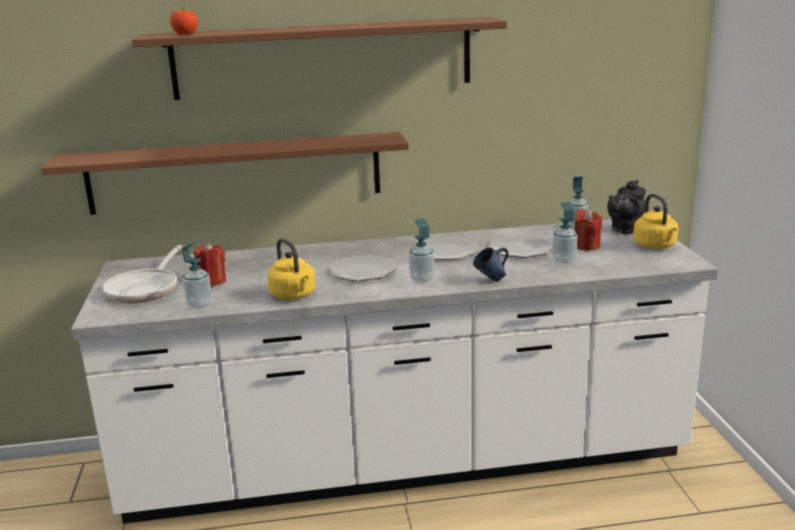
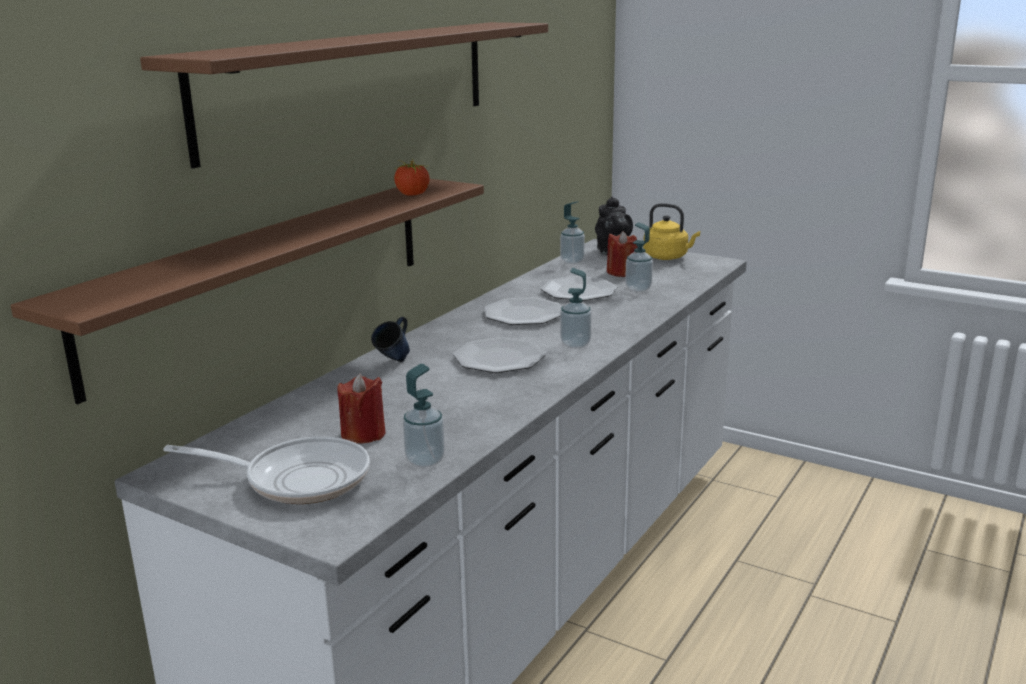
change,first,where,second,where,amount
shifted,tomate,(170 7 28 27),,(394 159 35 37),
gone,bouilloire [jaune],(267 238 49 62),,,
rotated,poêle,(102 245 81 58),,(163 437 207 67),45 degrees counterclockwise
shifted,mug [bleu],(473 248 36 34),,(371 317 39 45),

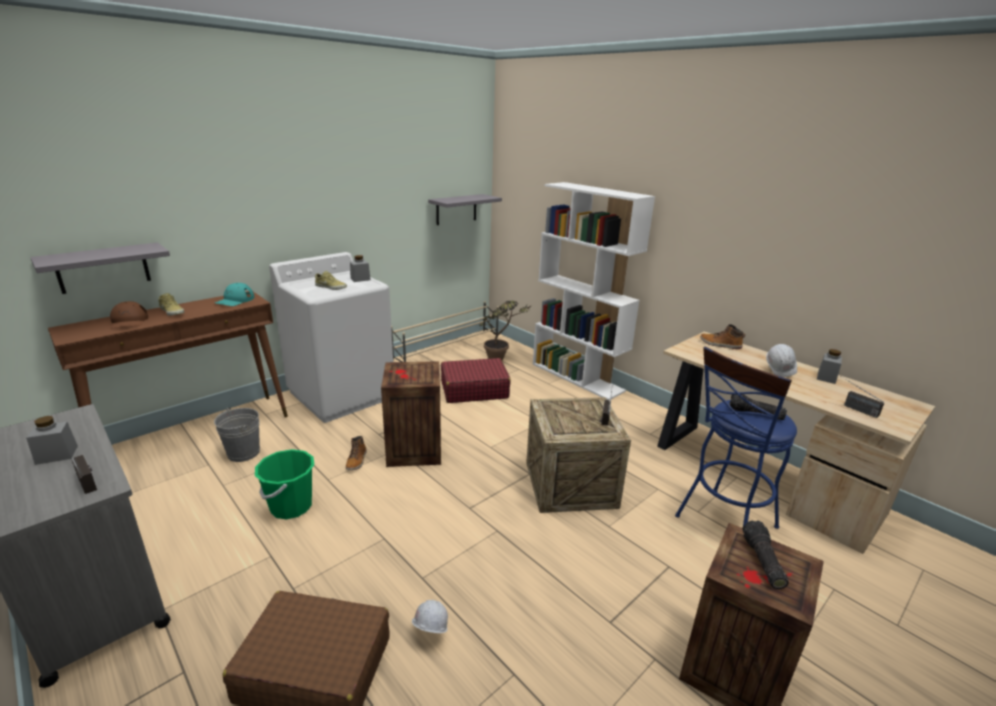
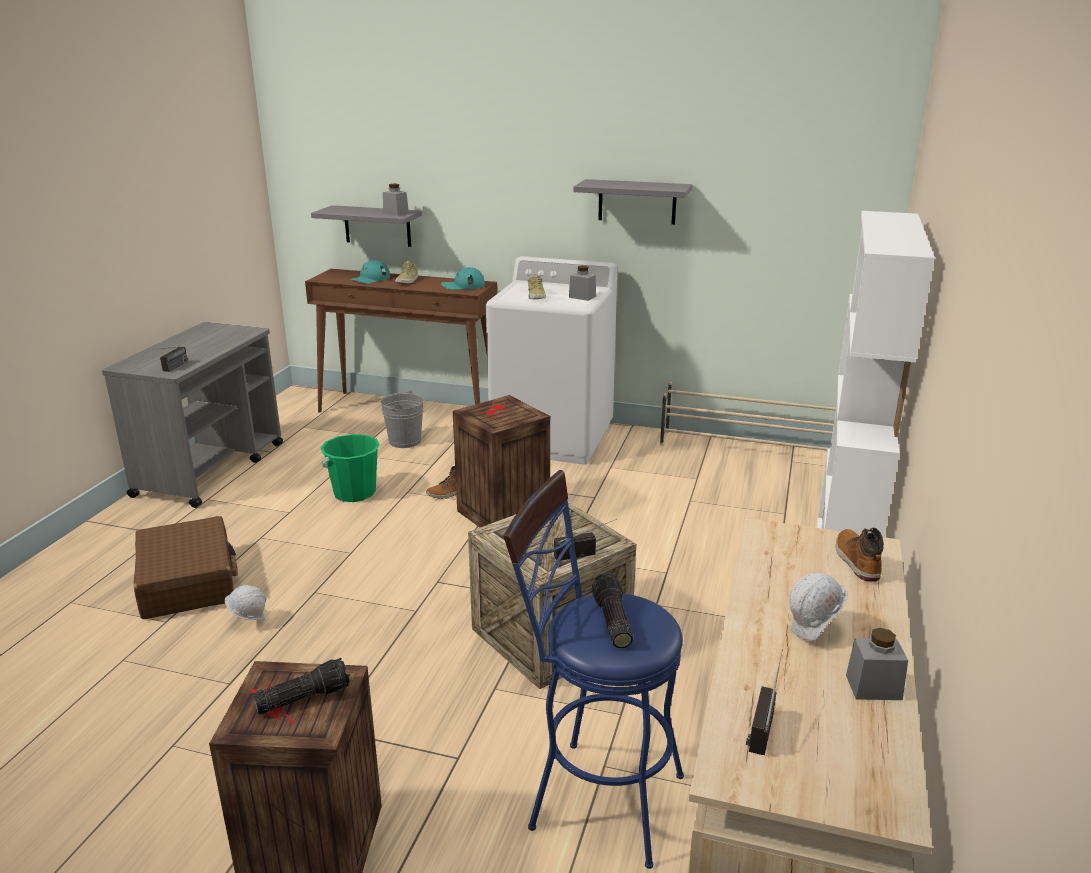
change,first,where,second,where,amount
shifted,étagère [gris],(428 194 74 31),,(573 179 119 46),
repainted,casquette [marron],(110 301 38 27),casquette [turquoise],(350 260 40 24),
gone,plante en pot,(480 301 51 60),,,
gone,valise [rouge],(441 358 70 45),,,
shifted,bocal [gris],(26 416 52 49),,(383 184 26 32),

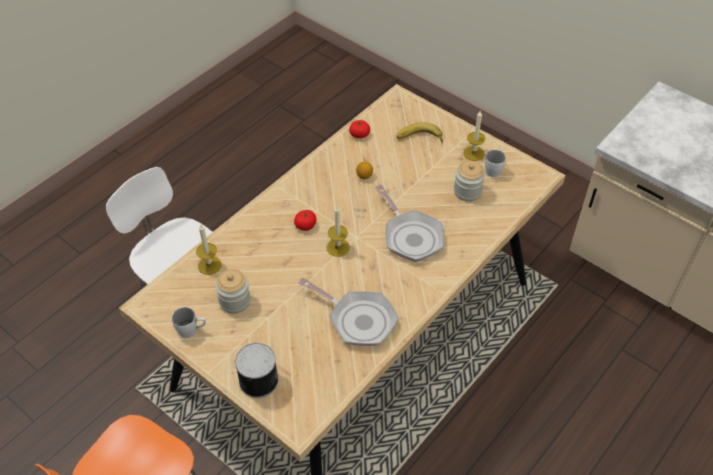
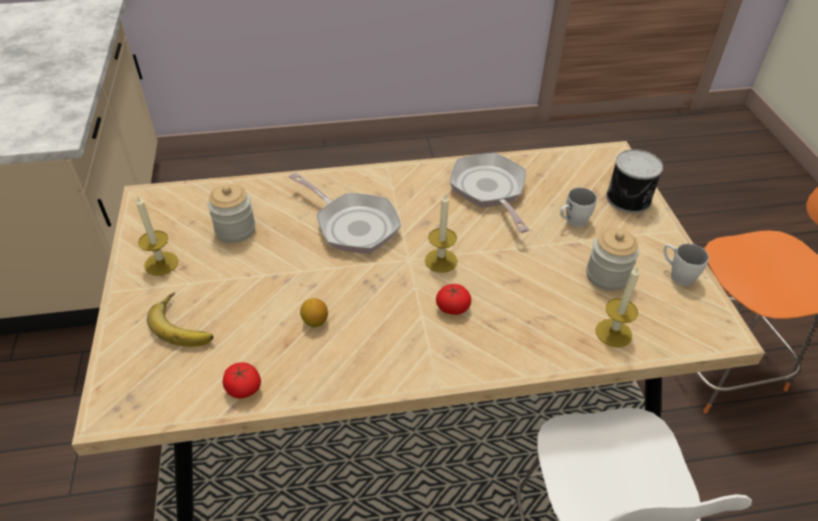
change,first,where,second,where,amount
shifted,mug [blanc],(485 147 21 30),,(560 187 37 40),
rotated,poêle,(375 185 69 77),,(289 172 112 82),120 degrees clockwise

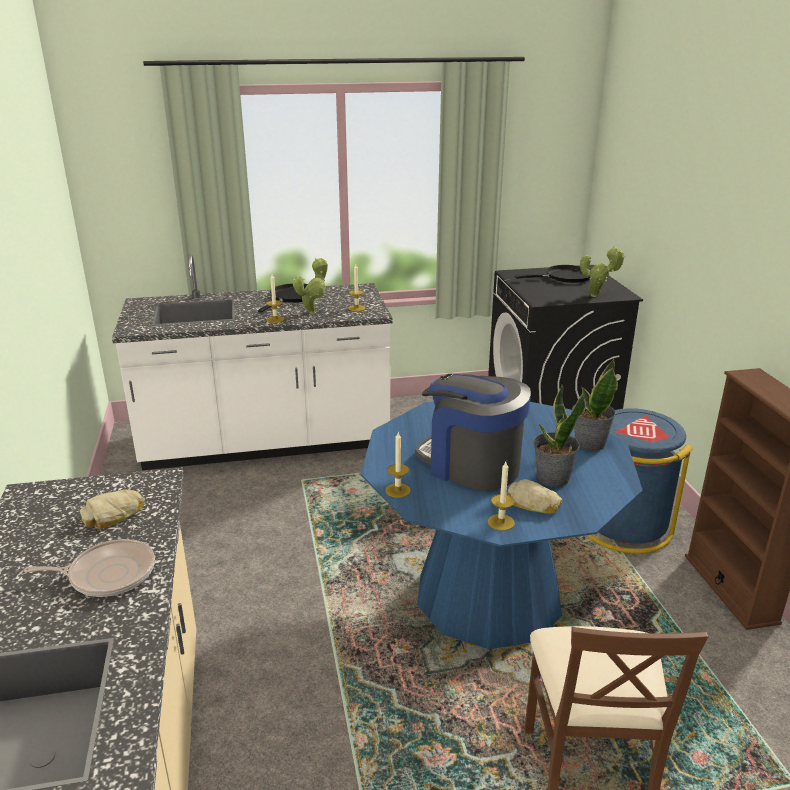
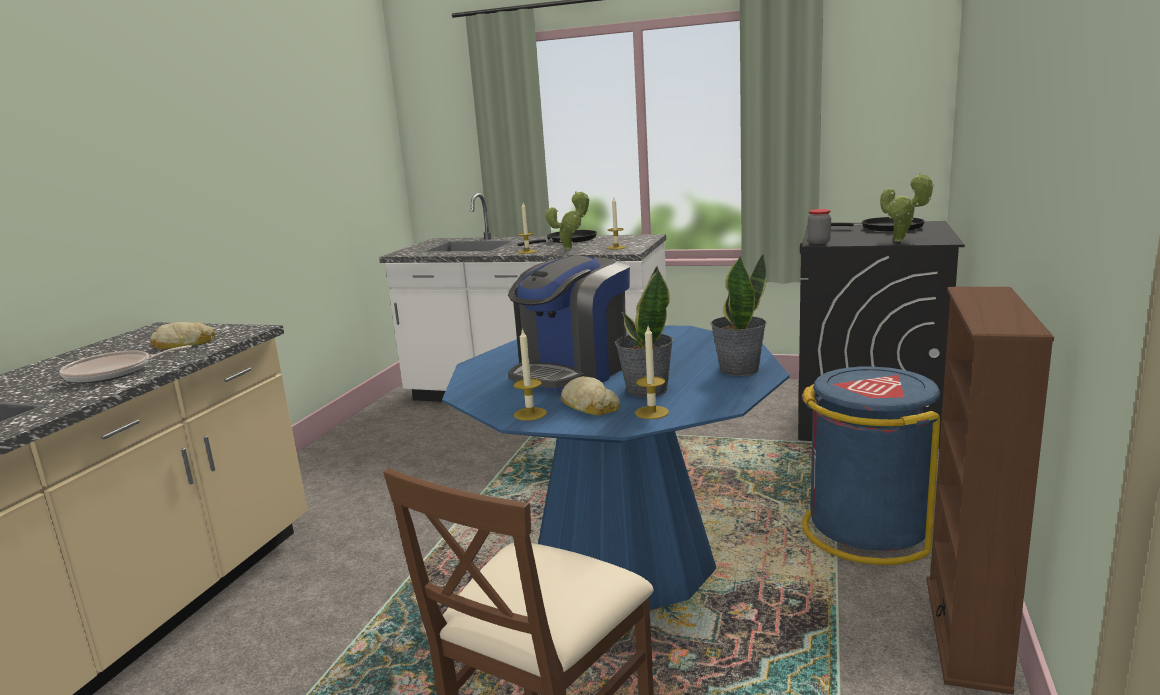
change,first,where,second,where,amount
rotated,machine à café,(415 374 116 117),,(508 255 122 135),120 degrees counterclockwise
shifted,bougie,(386 432 25 66),,(635 326 34 93),
rotated,poêle,(23 539 132 58),,(59 345 133 39),135 degrees clockwise
new,,,bocal,(807 209 24 35),

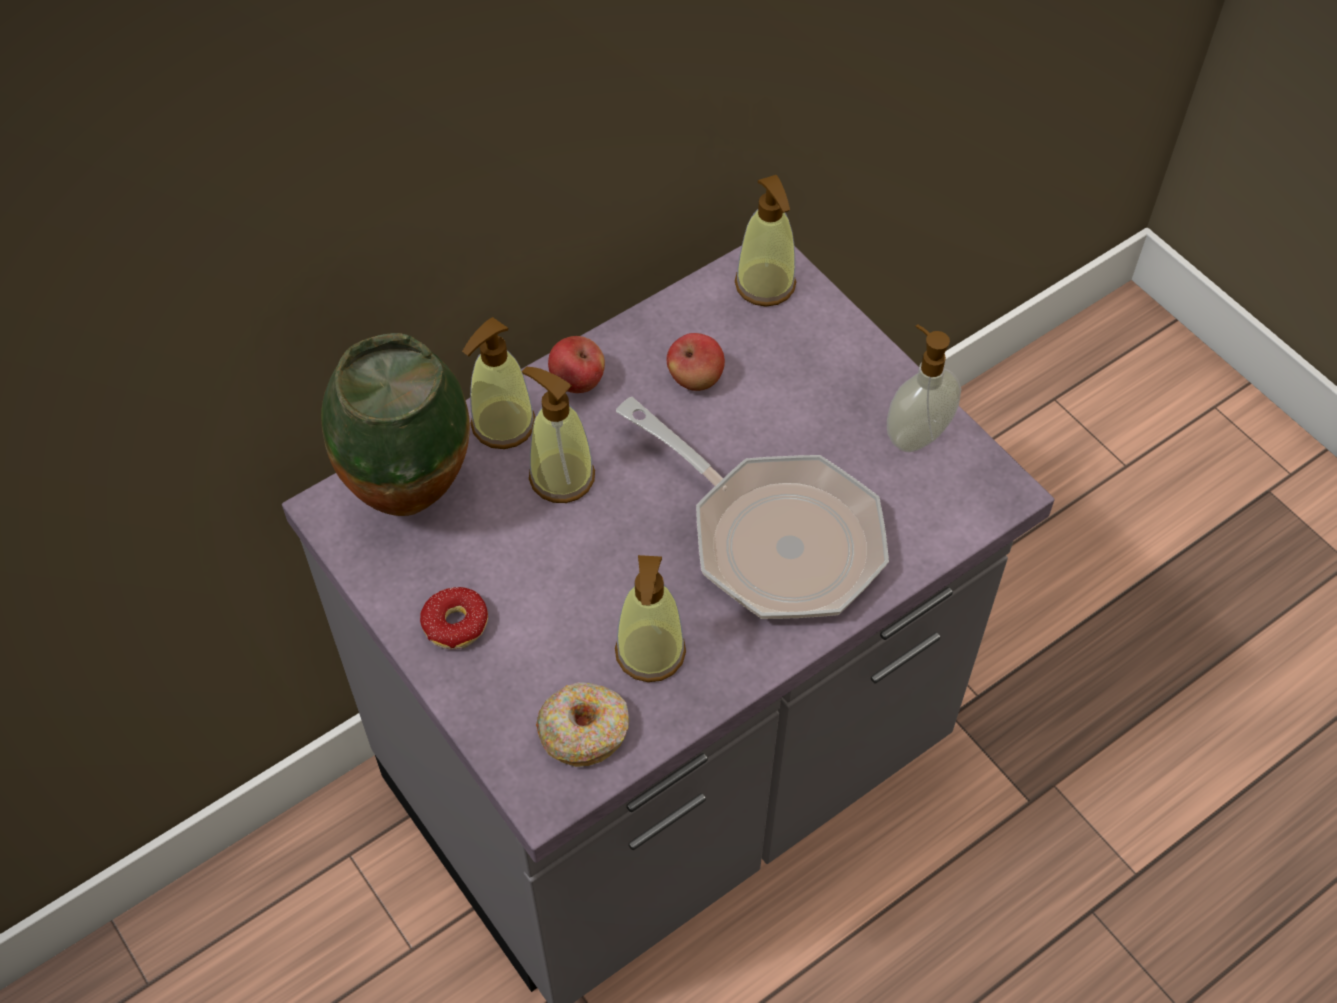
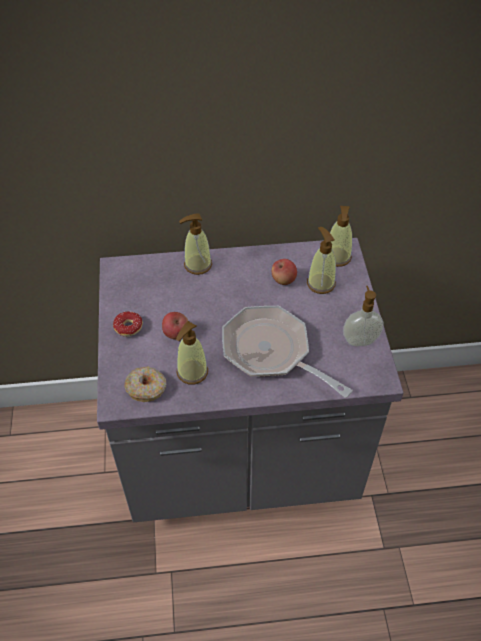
change,first,where,second,where,amount
gone,vase,(321 333 149 183),,,
shifted,pomme,(548 336 57 57),,(162 312 26 27),
shifted,distributeur de savon,(522 367 73 136),,(307 227 29 67),
rotated,poêle,(616 397 273 222),,(222 306 131 92),150 degrees clockwise

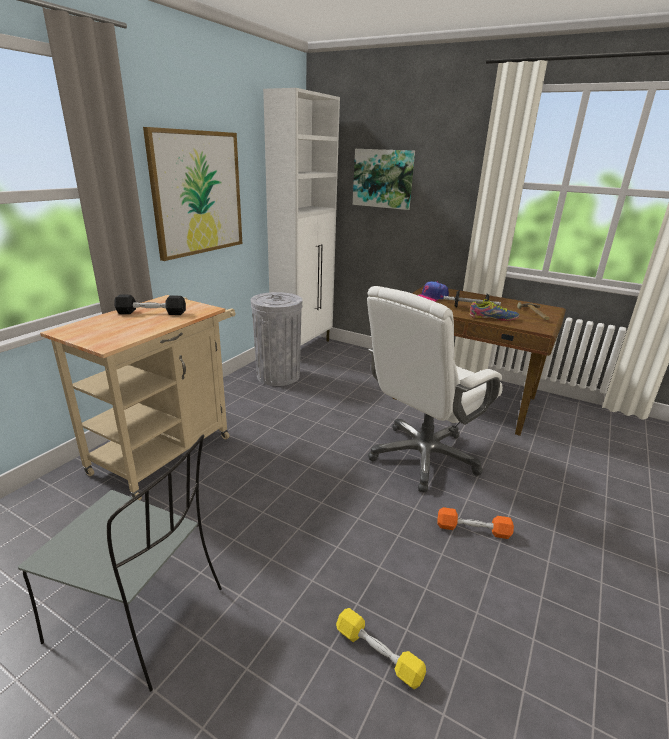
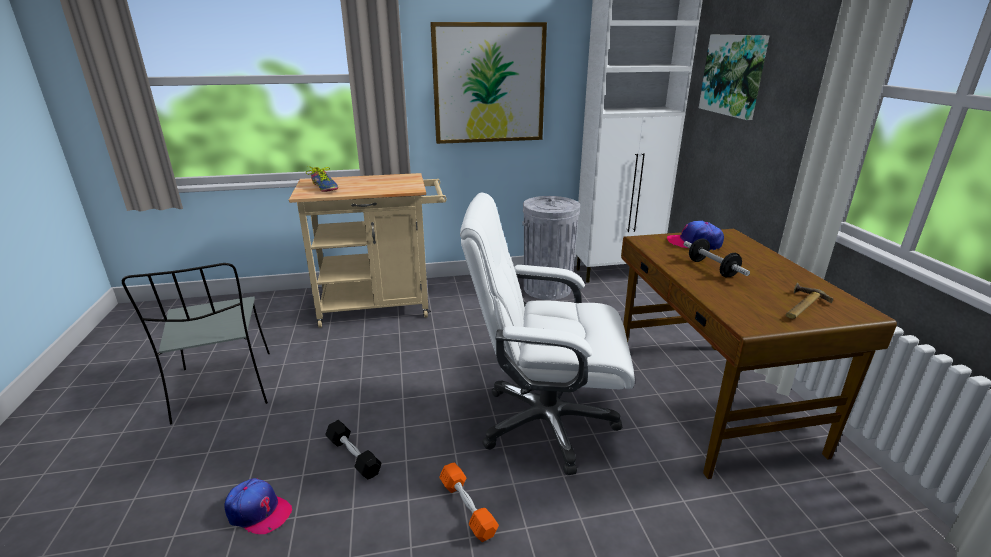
change,first,where,second,where,amount
shifted,haltère [noir],(114 294 72 21),,(325 420 56 59),
shifted,chaussure,(469 299 50 22),,(306 166 32 26),
swapped,haltère [jaune],(336 608 90 81),casquette,(224 478 68 56),

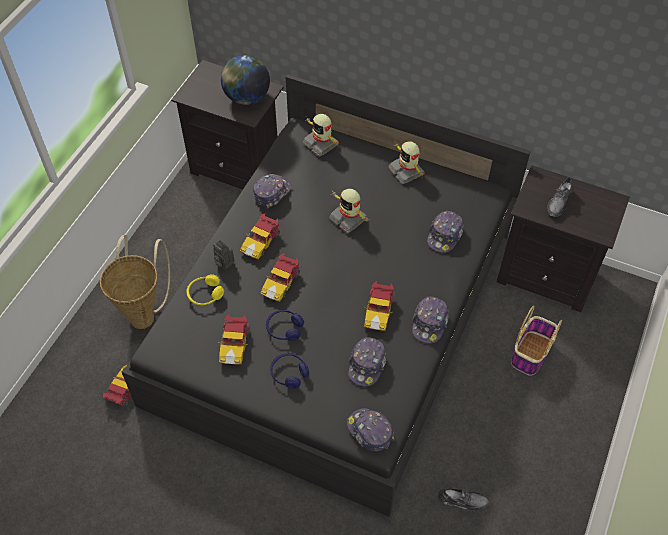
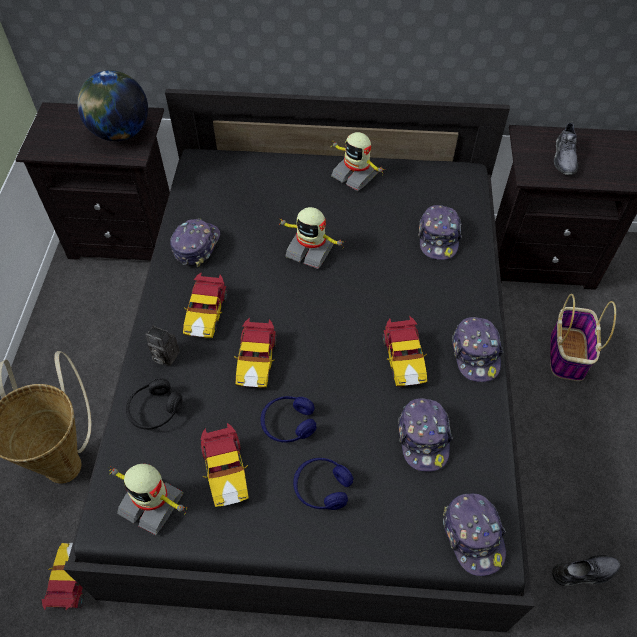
change,first,where,second,where,amount
shifted,robot jouet,(303 114 36 43),,(110 464 77 72),
repainted,casque audio [jaune],(186 274 38 31),casque audio [noir],(126 378 56 52),
rotated,casquette,(347 408 48 43),,(443 493 63 83),135 degrees counterclockwise

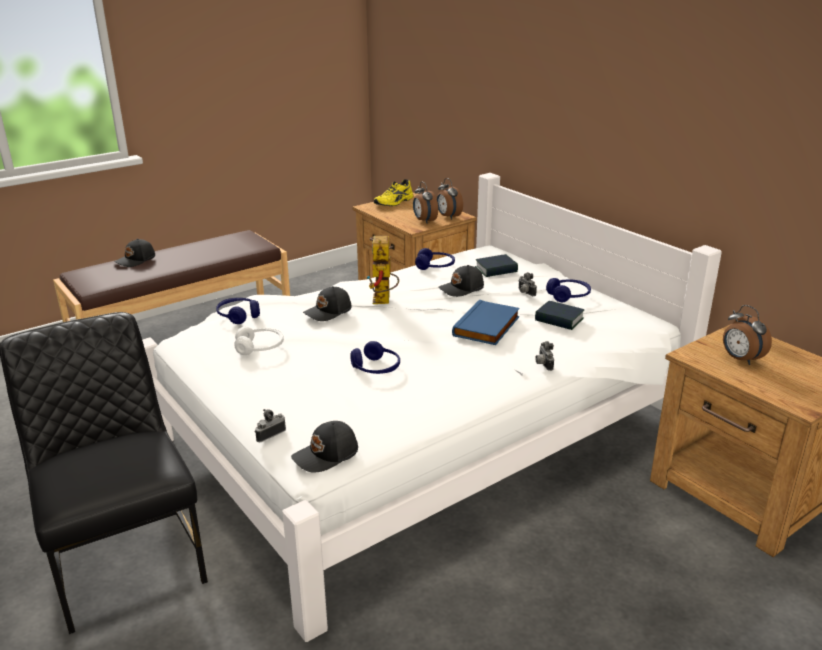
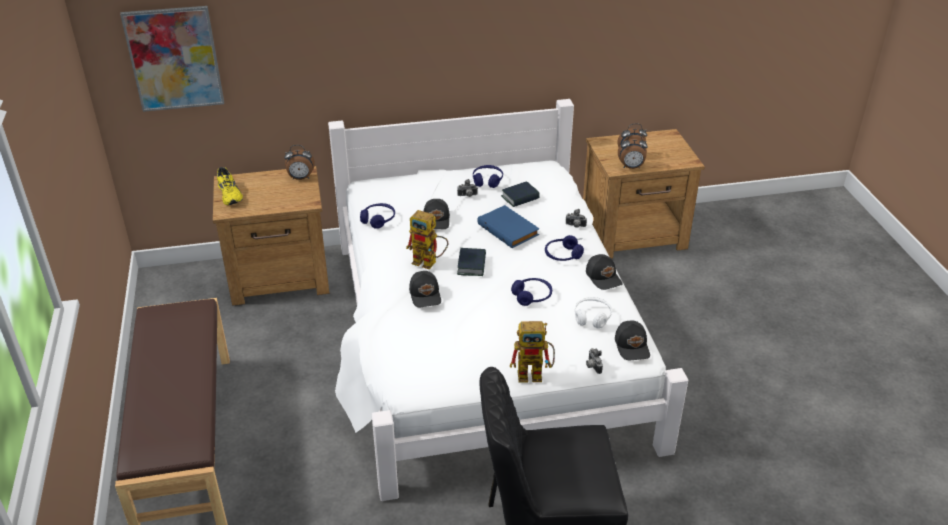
change,first,where,second,where,amount
shifted,réveil,(413 182 25 41),,(618 134 30 35),
shifted,casquette [noir],(114 239 41 28),,(586 254 36 36),
shifted,livre,(475 254 43 23),,(457 248 29 28),
shifted,casque audio [bleu],(216 298 44 26),,(545 235 39 26),
shifted,casque audio [blanc],(235 326 49 29),,(575 297 37 32),
new,,,tableau,(120 6 104 106),
new,,,robot jouet,(510 321 45 62),

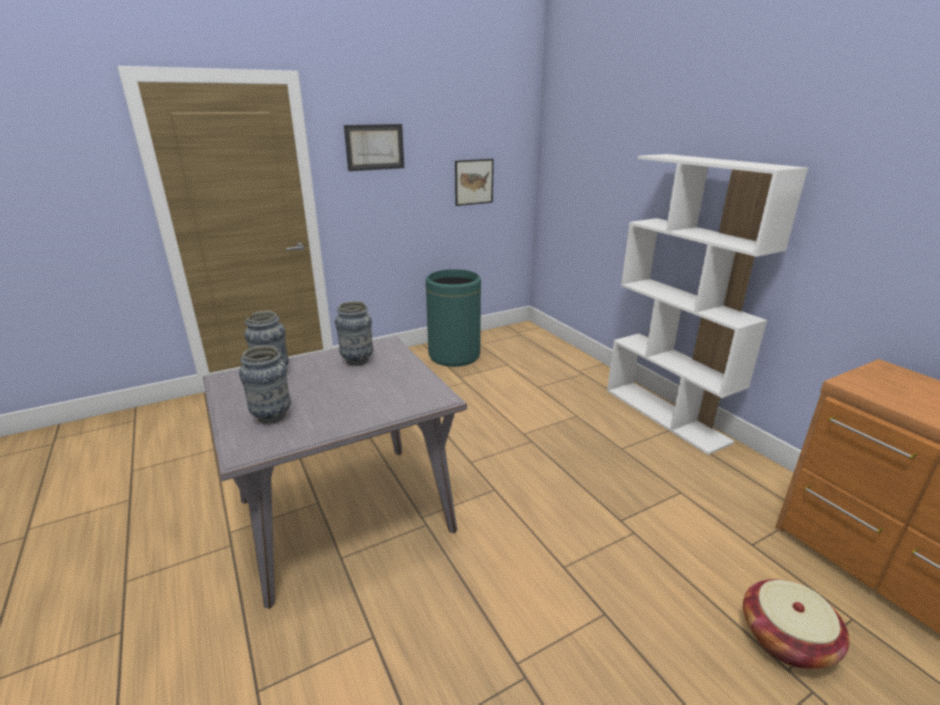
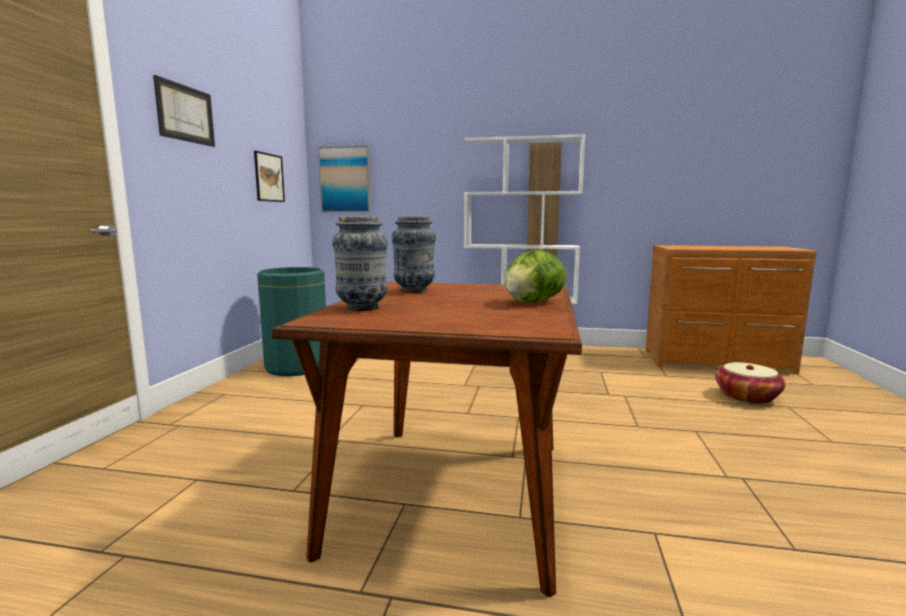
change,first,where,second,where,amount
repainted,table à manger [gris],(203 336 264 273),table à manger [marron],(272 282 310 315),
gone,vase,(239 346 52 78),,,
new,,,tableau,(318 145 53 68),
new,,,laitue,(505 250 61 53),

